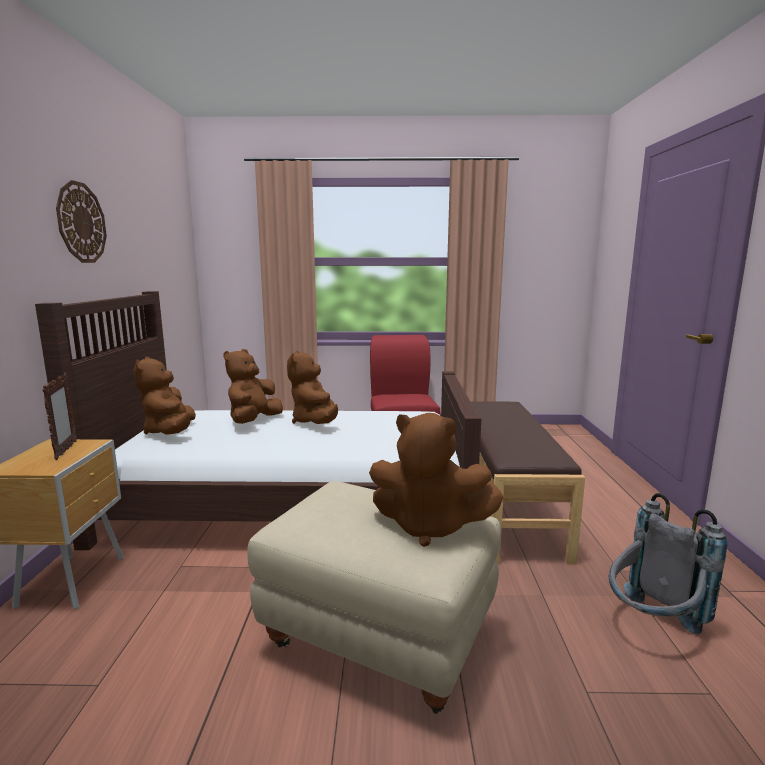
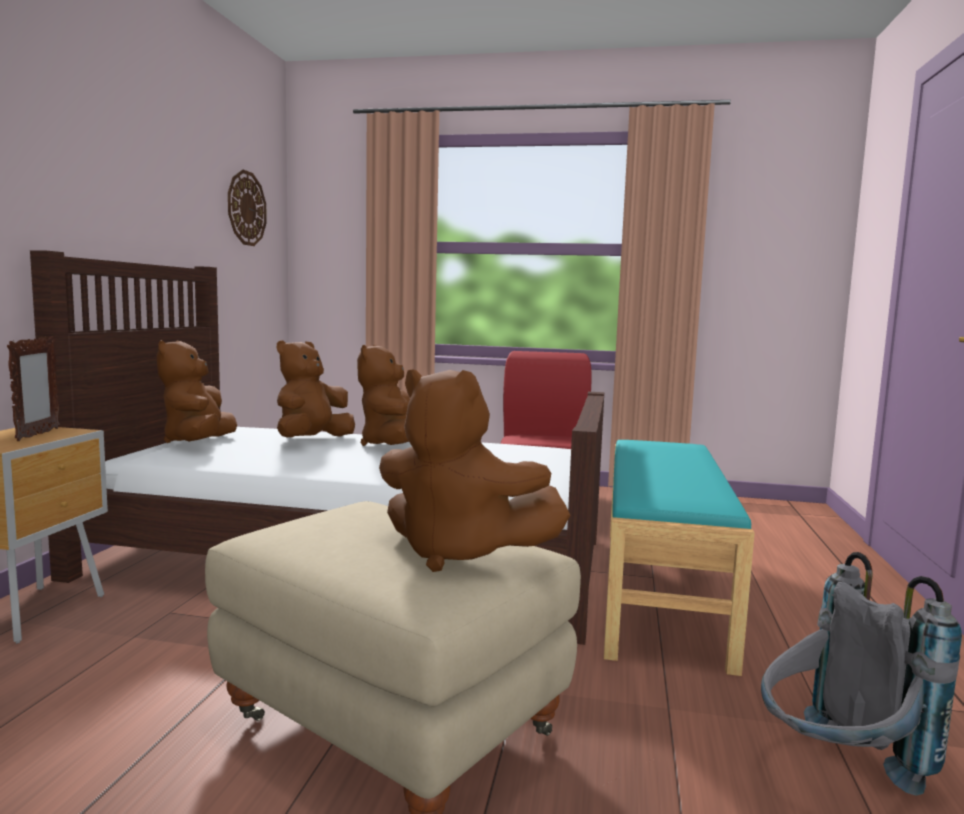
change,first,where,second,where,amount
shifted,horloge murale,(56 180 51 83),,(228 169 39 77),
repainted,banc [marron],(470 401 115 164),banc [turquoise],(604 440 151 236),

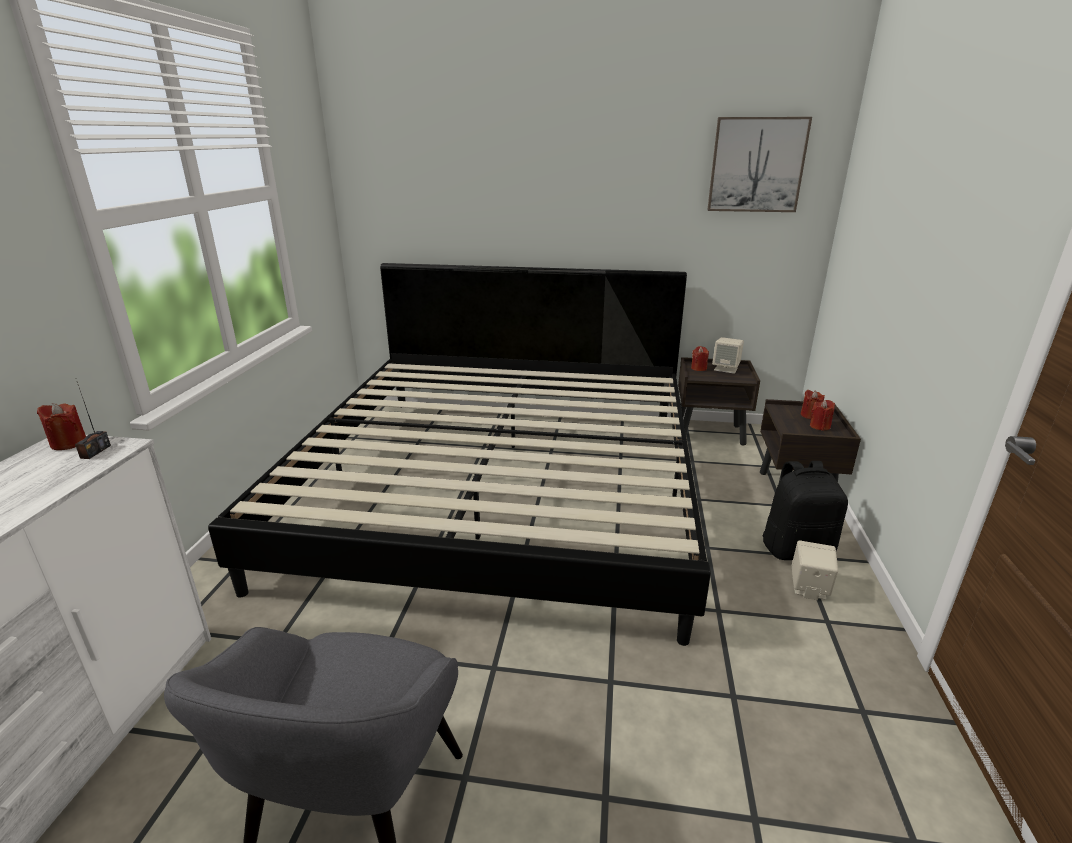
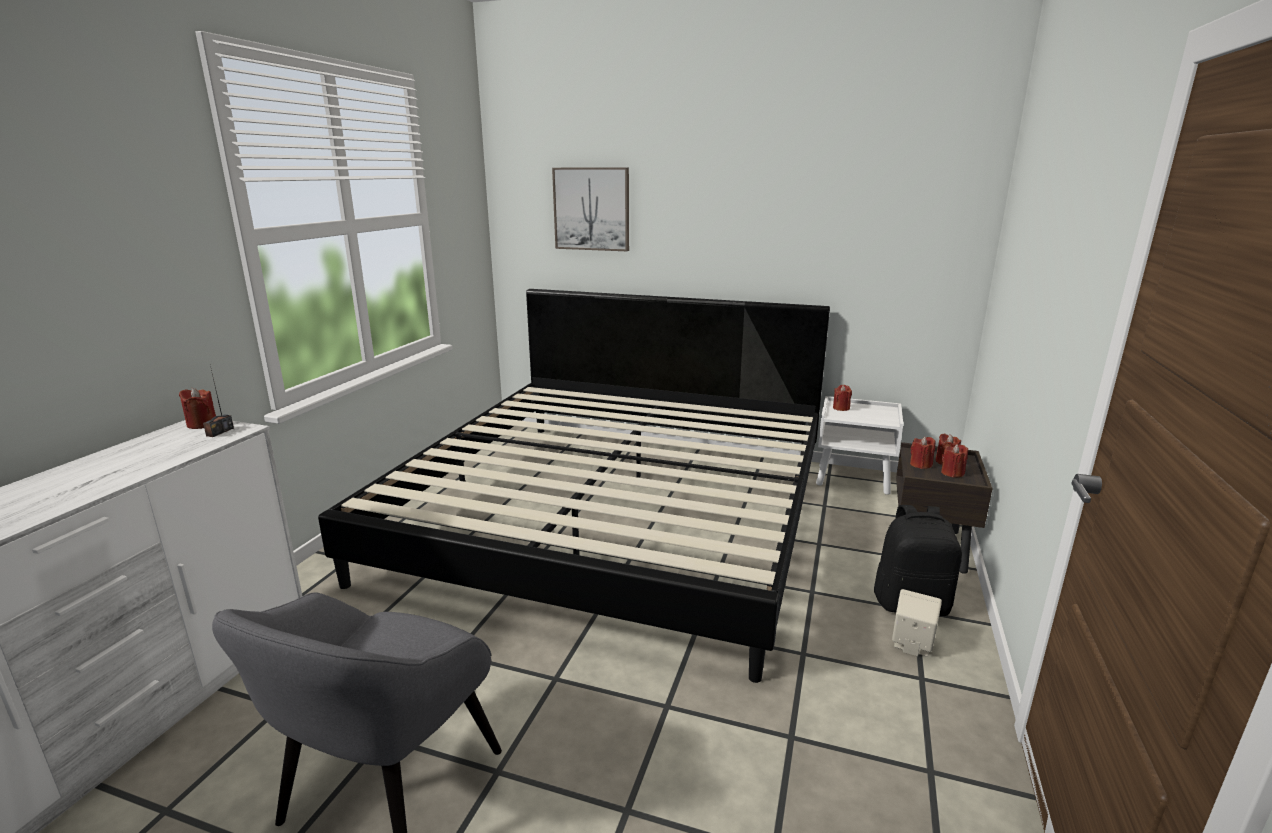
change,first,where,second,where,amount
shifted,tableau,(707 117 105 95),,(552 168 77 83),
gone,enceinte [beige],(712 337 32 37),,,
repainted,table de chevet [marron],(678 357 82 89),table de chevet [blanc],(816 396 87 99),
new,,,bougie [rouge],(910 436 26 33),

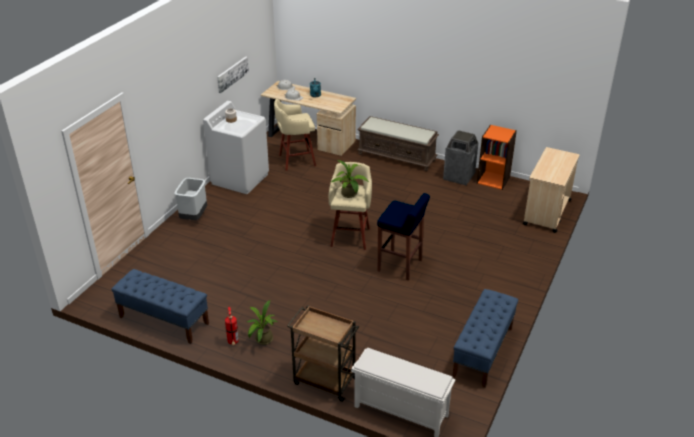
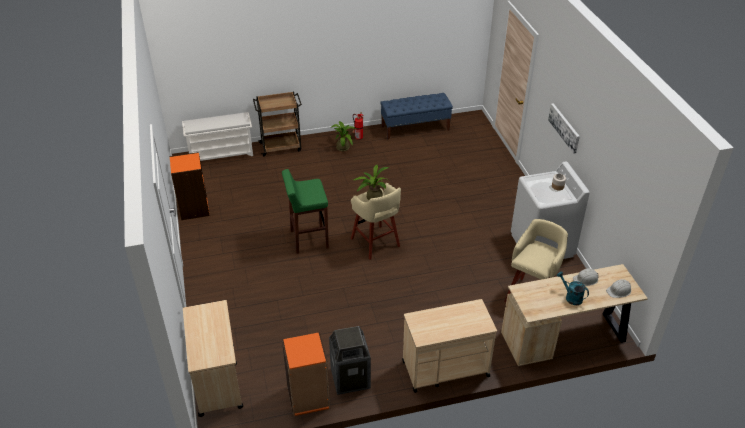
change,first,where,second,where,amount
shifted,tableau,(217 56 32 37),,(548 103 32 51),
swapped,banc [marron],(357 116 82 55),chariot [beige],(402 299 95 94),
gone,poubelle [gris],(174 178 33 42),,,
repainted,tabouret [bleu],(377 193 53 88),tabouret [vert],(282 169 47 85),
swapped,banc [bleu],(452 289 66 99),bibliothèque [orange],(170 152 40 68),

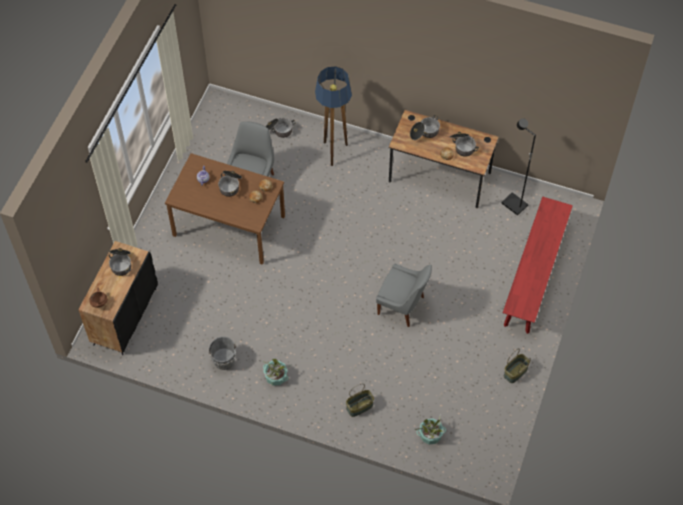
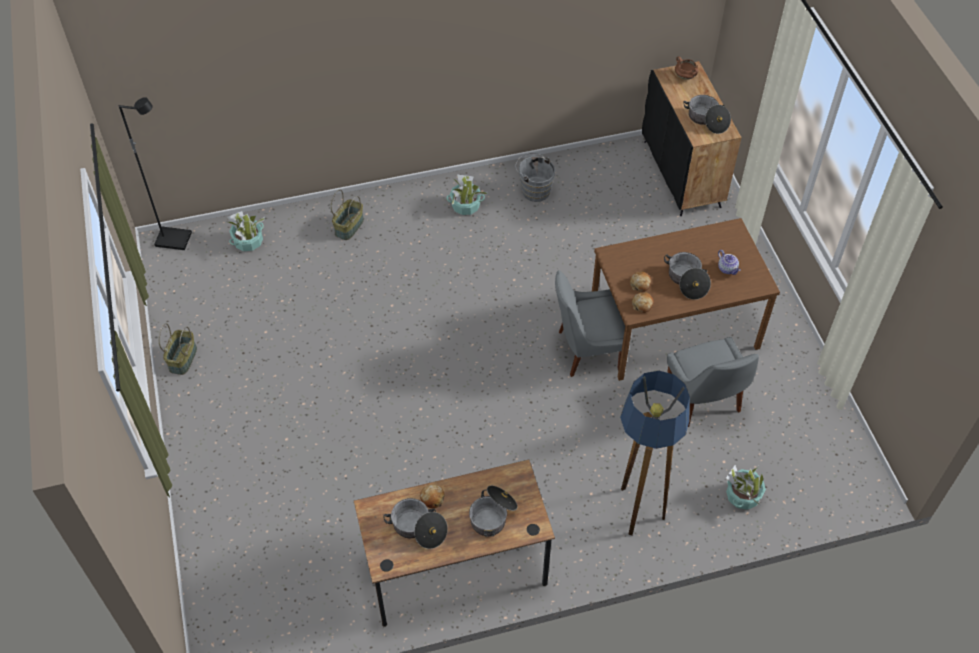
change,first,where,second,where,amount
swapped,marmite,(266 118 29 20),plante en pot,(726 465 40 45),
shifted,lampadaire [noir],(502 118 34 97),,(119 97 73 153),
gone,banc [rouge],(503 196 70 138),,,
shifted,chaise [gris],(376 264 56 63),,(555 270 70 107),

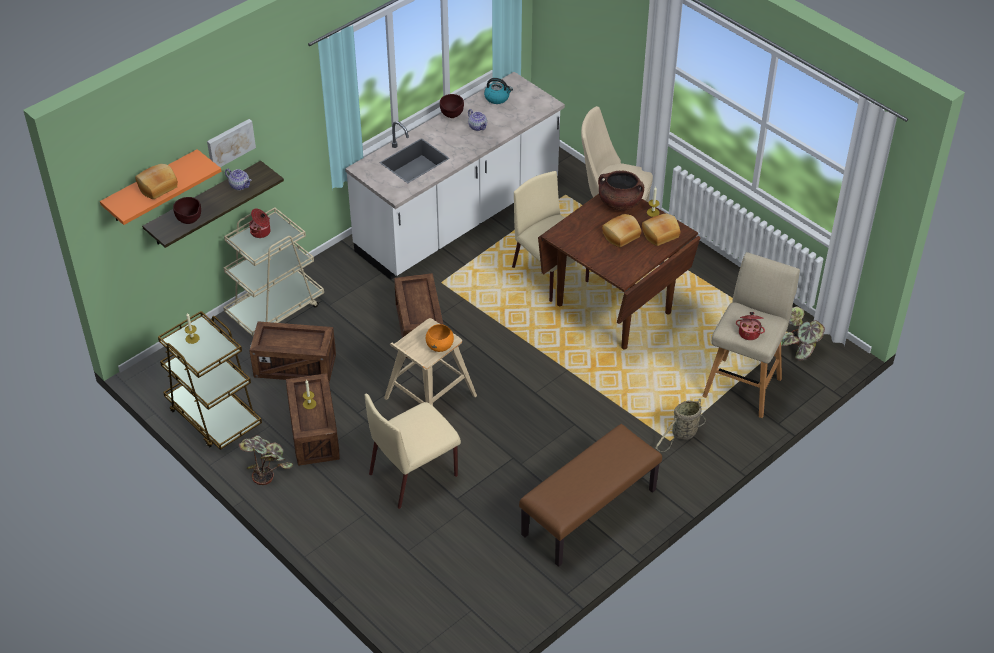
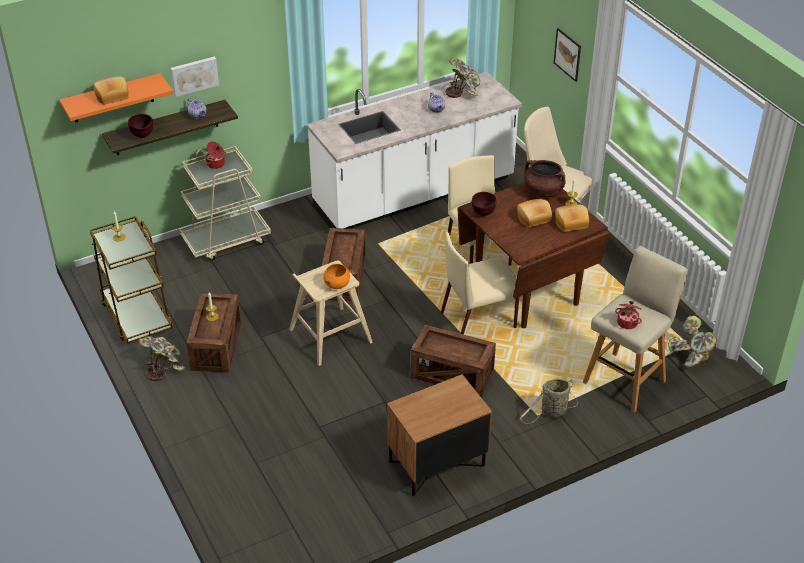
change,first,where,second,where,amount
swapped,bouilloire,(484 78 29 26),plante en pot,(445 59 35 39),
shifted,bol [marron],(440 94 24 24),,(472 192 25 24),
shifted,caisse,(249 321 87 61),,(411 325 85 72),
shifted,chaise [beige],(365 394 96 115),,(441 232 78 103),
swapped,banc [marron],(519 424 143 143),table de chevet [marron],(387 374 105 122),
new,,,tableau,(554 28 27 54),

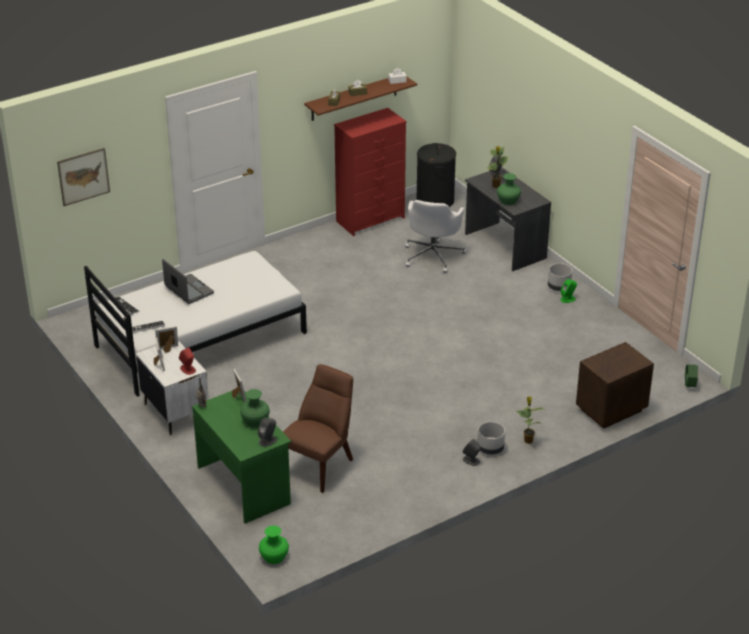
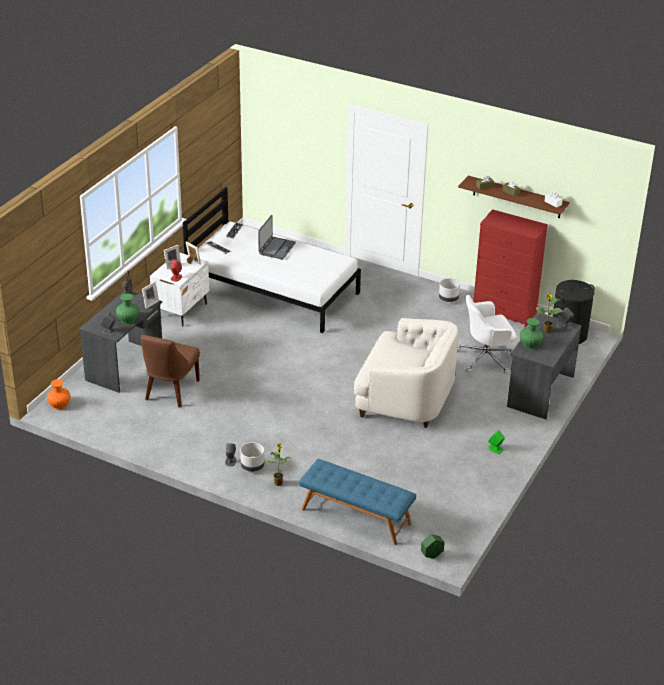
change,first,where,second,where,amount
gone,tableau,(57 148 53 58),,,
shifted,cache-pot [gris],(548 263 24 28),,(439 278 21 24),
swapped,table de chevet [marron],(576 342 78 87),banc [bleu],(299 459 117 86),
rotated,chaise [marron],(283 364 70 129),,(141 335 59 73),105 degrees clockwise
repainted,bureau [vert],(192 391 99 133),bureau [gris],(79 291 83 102),
repainted,vase [vert],(259 525 30 39),vase [orange],(47 379 23 31),
new,,,fauteuil [blanc],(354 318 104 110),

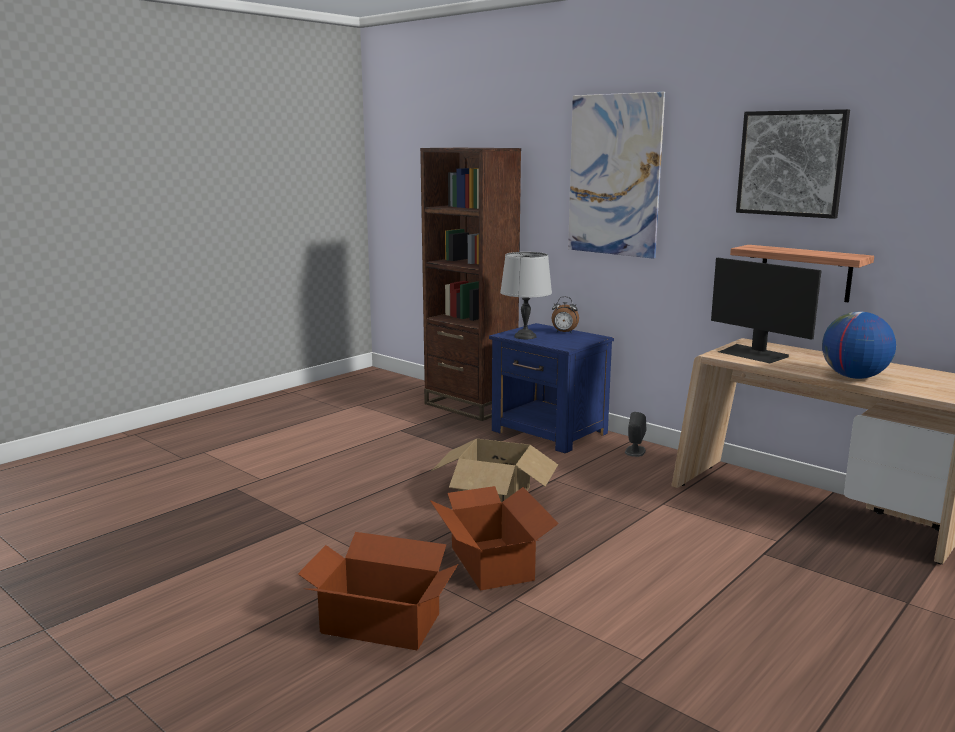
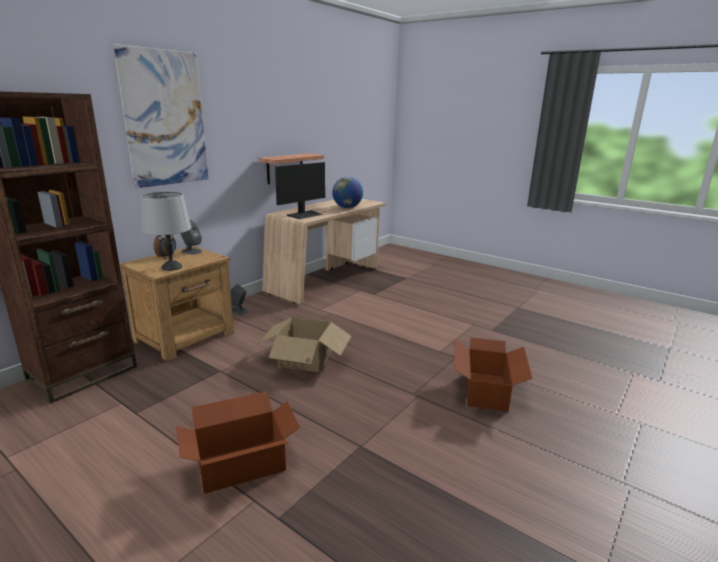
change,first,where,second,where,amount
gone,tableau,(736 109 114 110),,,
repainted,table de chevet [bleu],(489 323 125 130),table de chevet [marron],(119 246 115 116),
shifted,carton,(430 486 129 105),,(176 391 124 103),
new,,,enceinte [gris],(180 220 22 34),

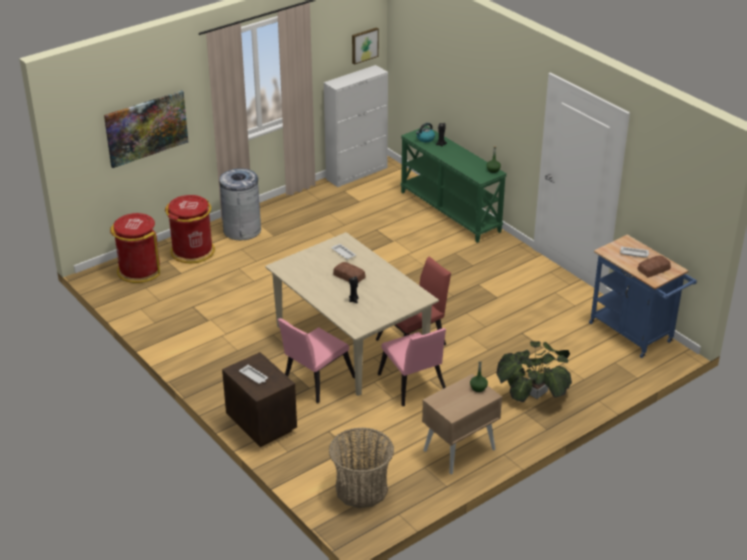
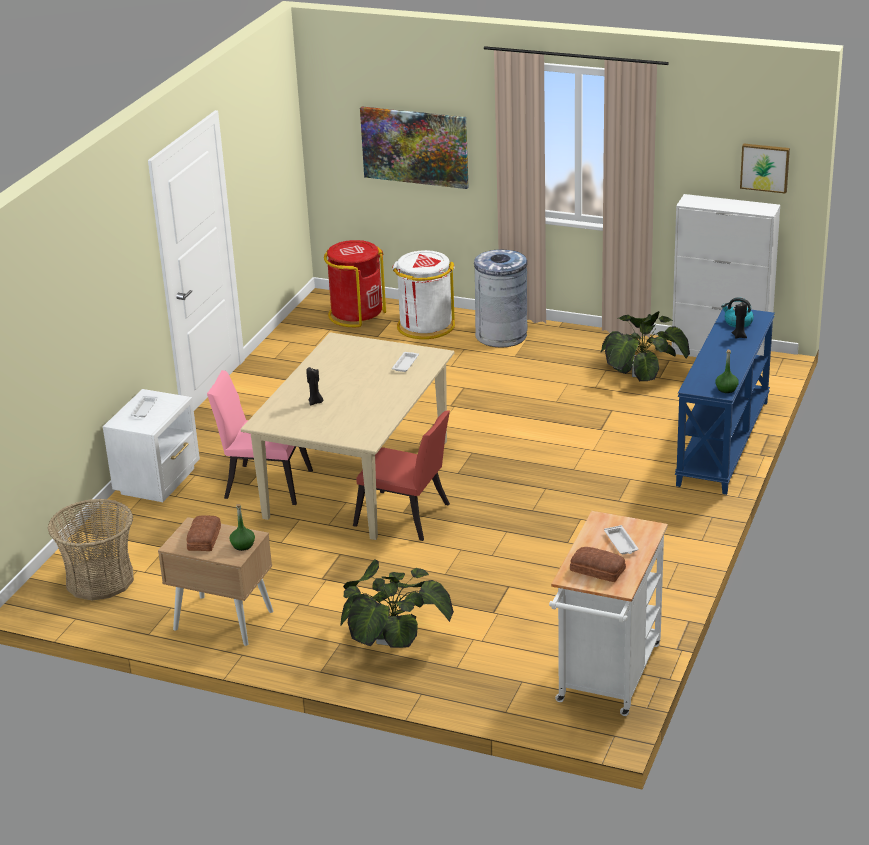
change,first,where,second,where,amount
repainted,table console [vert],(401 126 106 117),table console [bleu],(675 306 100 189),
repainted,poubelle [rouge],(165 195 50 68),poubelle [blanc],(392 250 63 89),
repainted,chariot [bleu],(589 235 108 123),chariot [blanc],(549 511 119 205),
shifted,pain,(333 262 33 21),,(186 515 35 36),
gone,chaise [rose],(378 328 68 78),,,
repainted,table de chevet [marron],(222 352 75 95),table de chevet [blanc],(103 389 97 113),
new,,,plante en pot,(600 311 90 70),

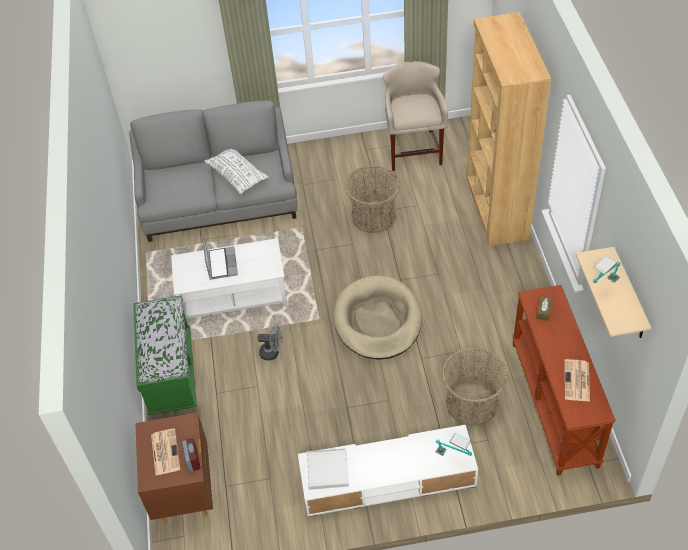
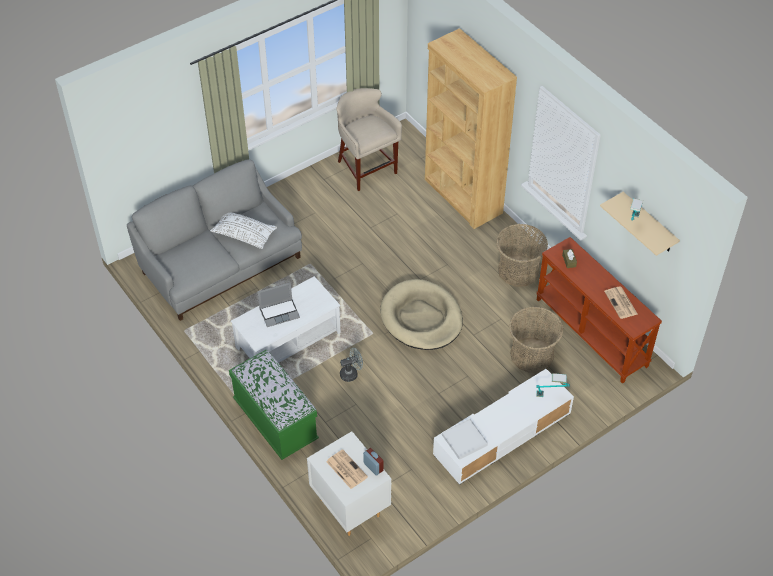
change,first,where,second,where,amount
shifted,panier,(345 165 55 68),,(496 224 52 63),
rotated,ordinateur portable,(202 232 36 48),,(258 282 42 45),105 degrees clockwise
repainted,table de chevet [marron],(135 413 78 111),table de chevet [blanc],(307 431 84 105),

